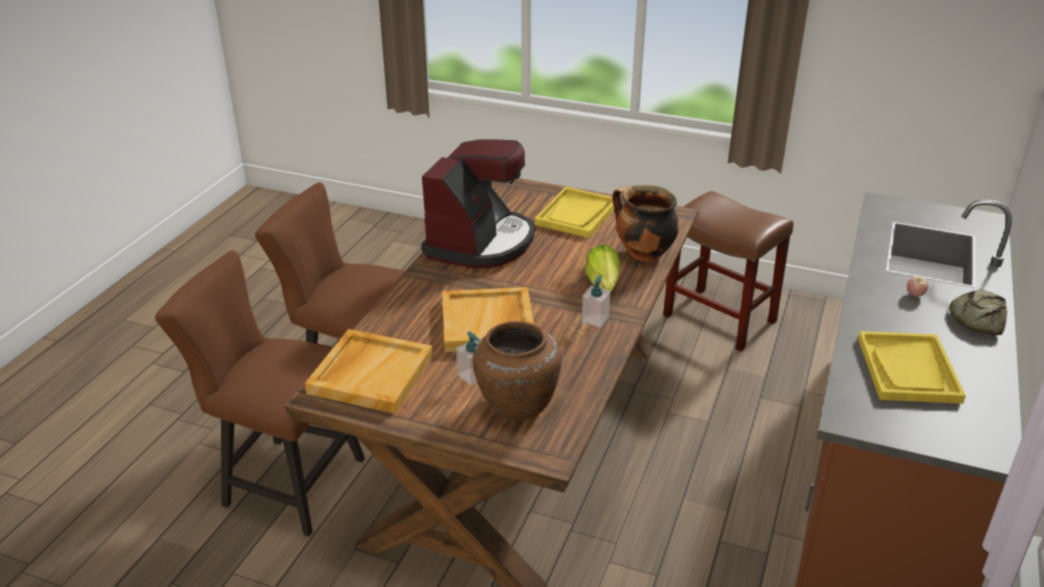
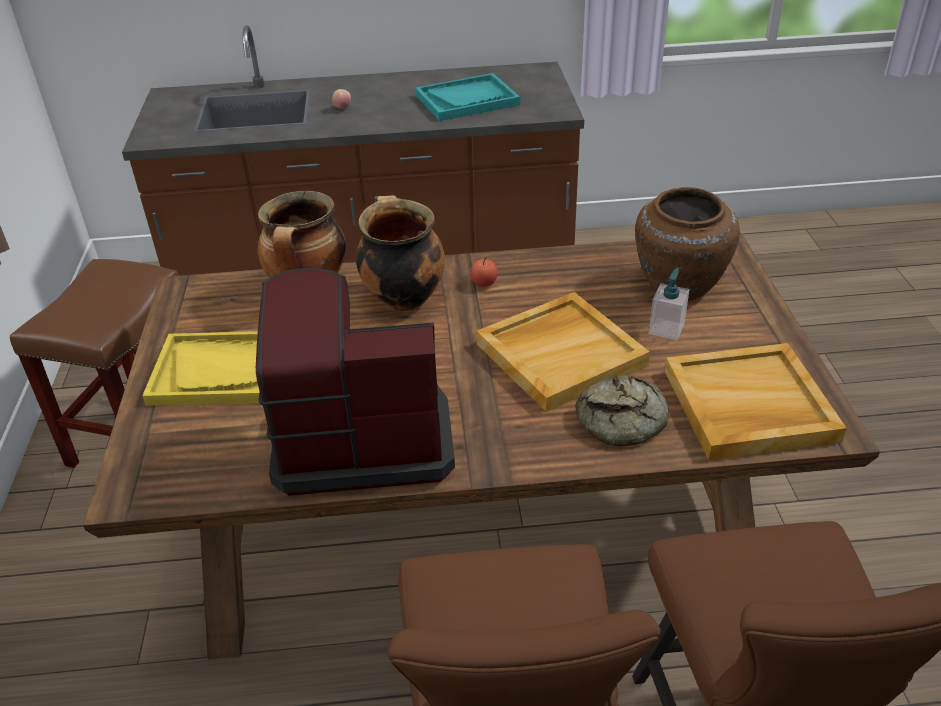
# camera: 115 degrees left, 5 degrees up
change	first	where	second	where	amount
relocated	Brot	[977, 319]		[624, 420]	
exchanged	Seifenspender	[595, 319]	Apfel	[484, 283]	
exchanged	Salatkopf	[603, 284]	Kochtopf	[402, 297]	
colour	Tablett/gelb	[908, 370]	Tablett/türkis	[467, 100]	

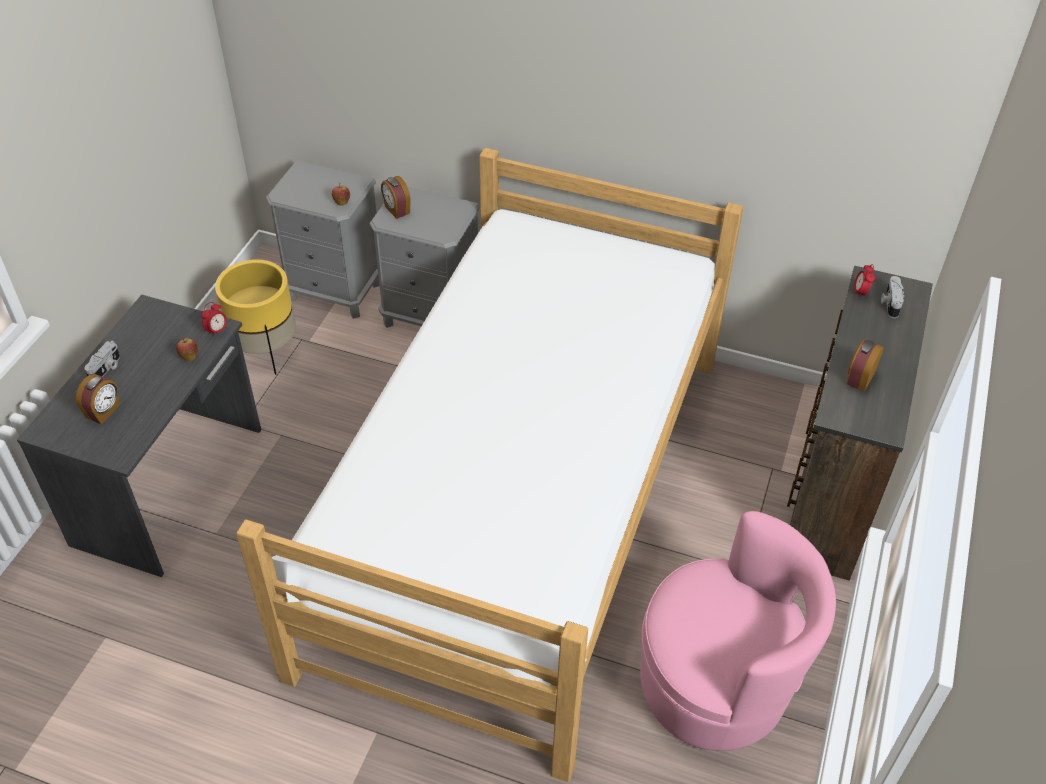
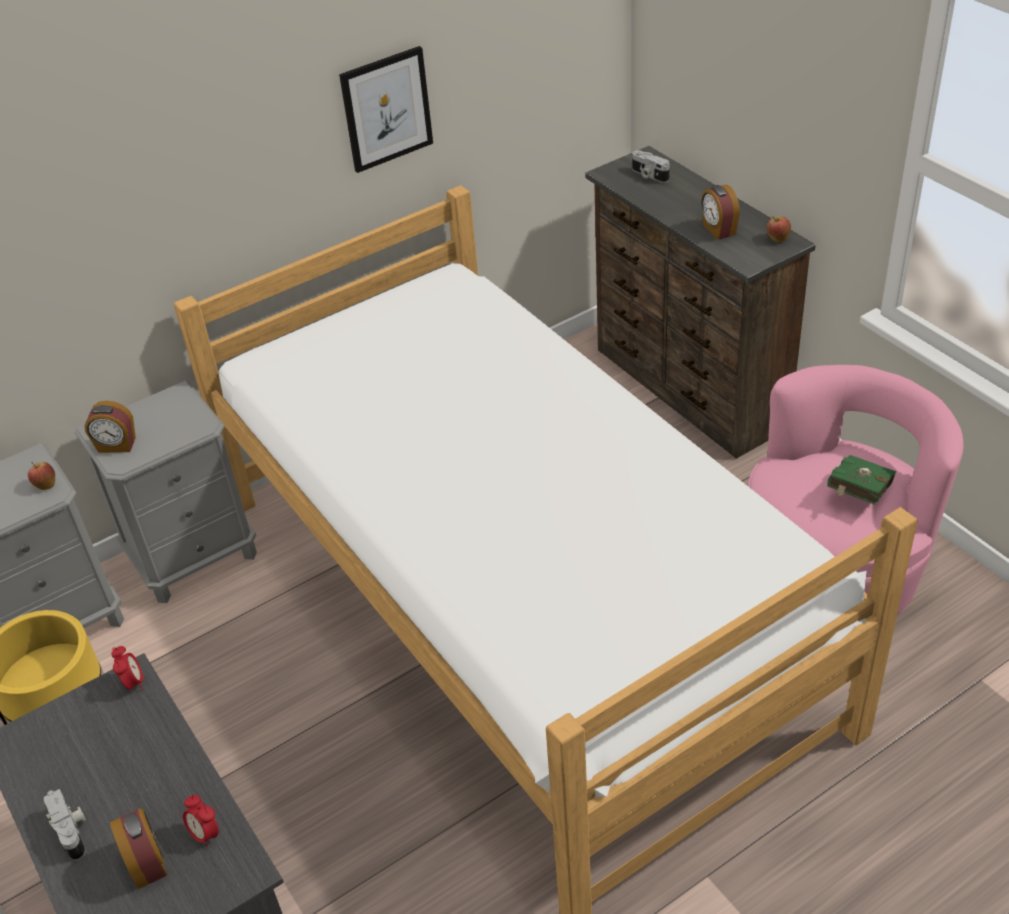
# camera: 50 degrees left, 5 degrees down
change	first	where	second	where	amount
appeared			Bild	[386, 109]	
appeared			Buch/grün	[856, 495]	
relocated	Apfel	[189, 356]		[777, 239]	
relocated	Wecker	[860, 292]		[205, 834]	

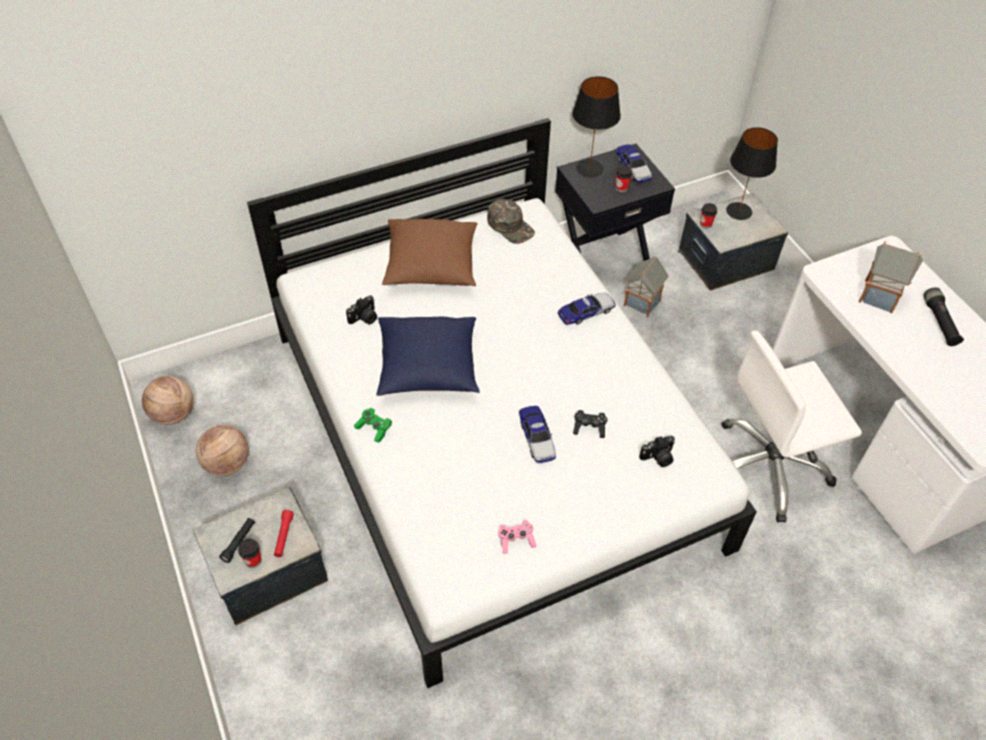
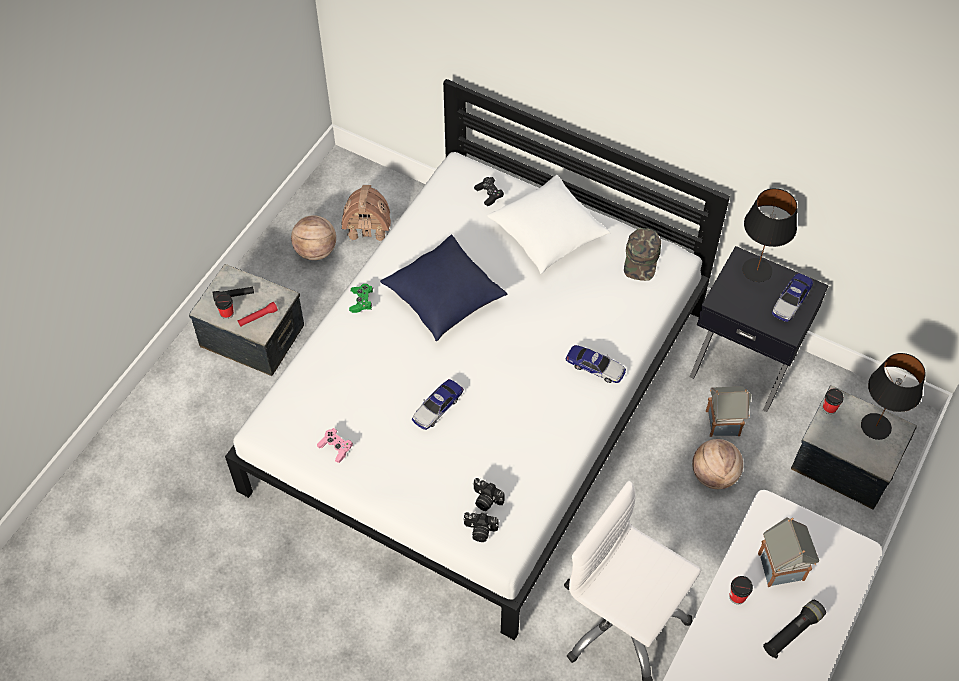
# camera: 55 degrees right, 5 degrees up
change	first	where	second	where	amount
appeared			Spielzeughaus	[368, 227]	
relocated	Basketball	[174, 414]		[714, 475]	
relocated	Kamera	[364, 318]		[479, 531]	
relocated	Gamepad/schwarz	[589, 428]		[489, 194]	
relocated	Tasse	[621, 188]		[737, 596]	
colour	Kissen/braun	[431, 266]	Kissen/weiß	[547, 235]	

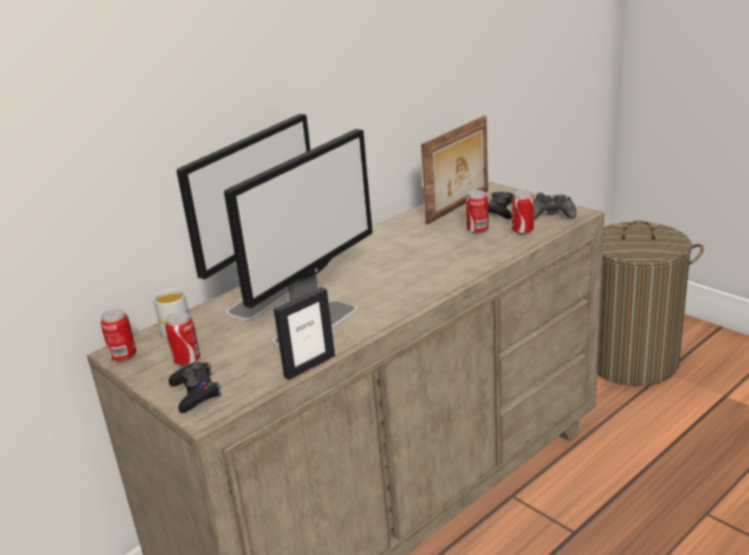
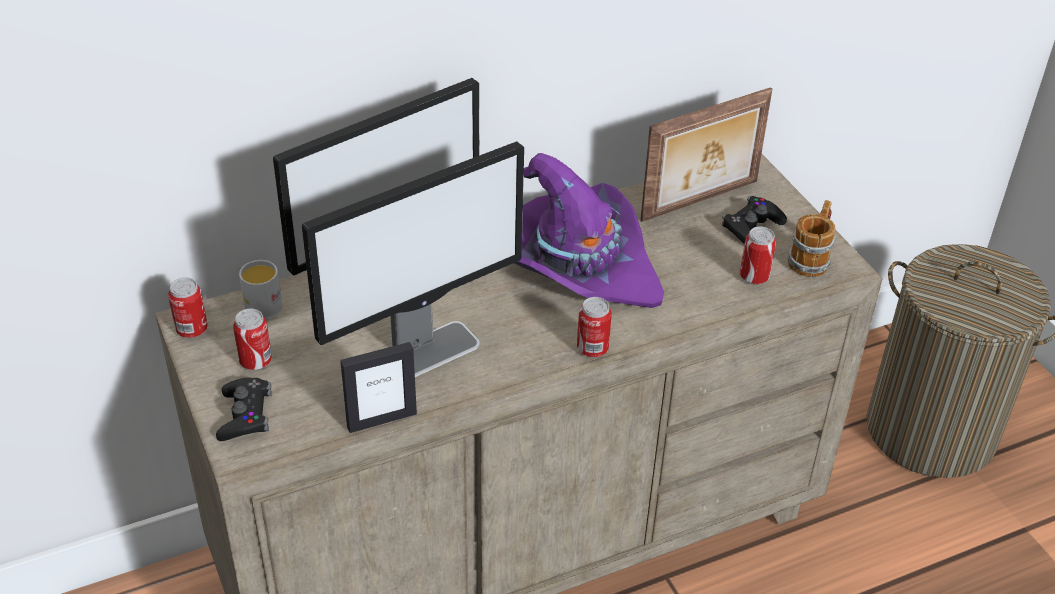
# camera: 15 degrees right, 15 degrees up
change	first	where	second	where	amount
appeared			Hut/lila	[579, 266]	
relocated	Dose	[477, 230]		[592, 349]	
exchanged	Gamepad/schwarz	[552, 214]	Henkelbecher	[811, 258]	

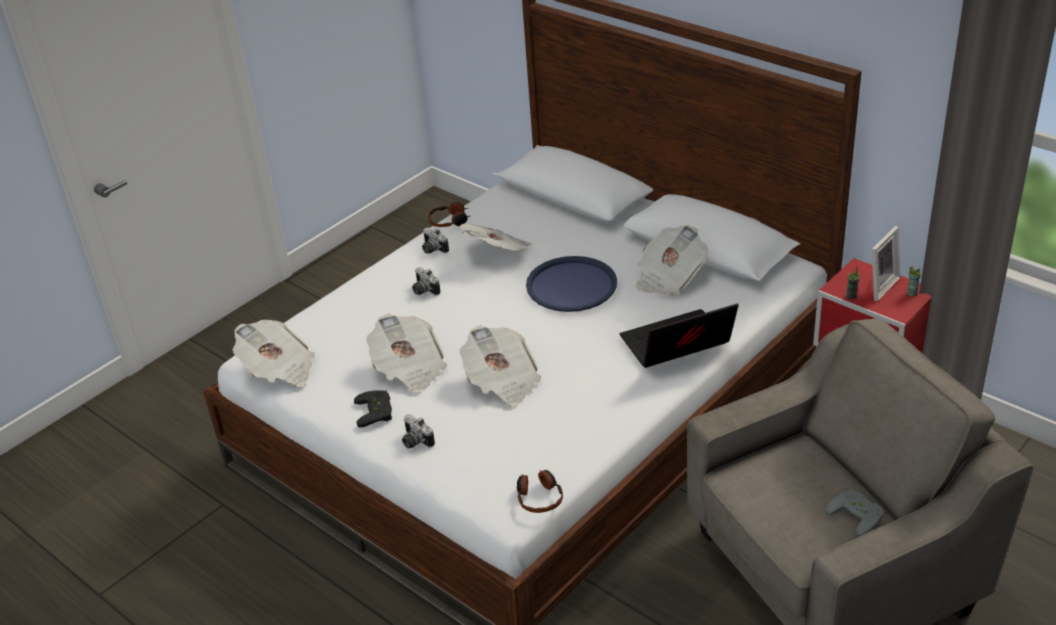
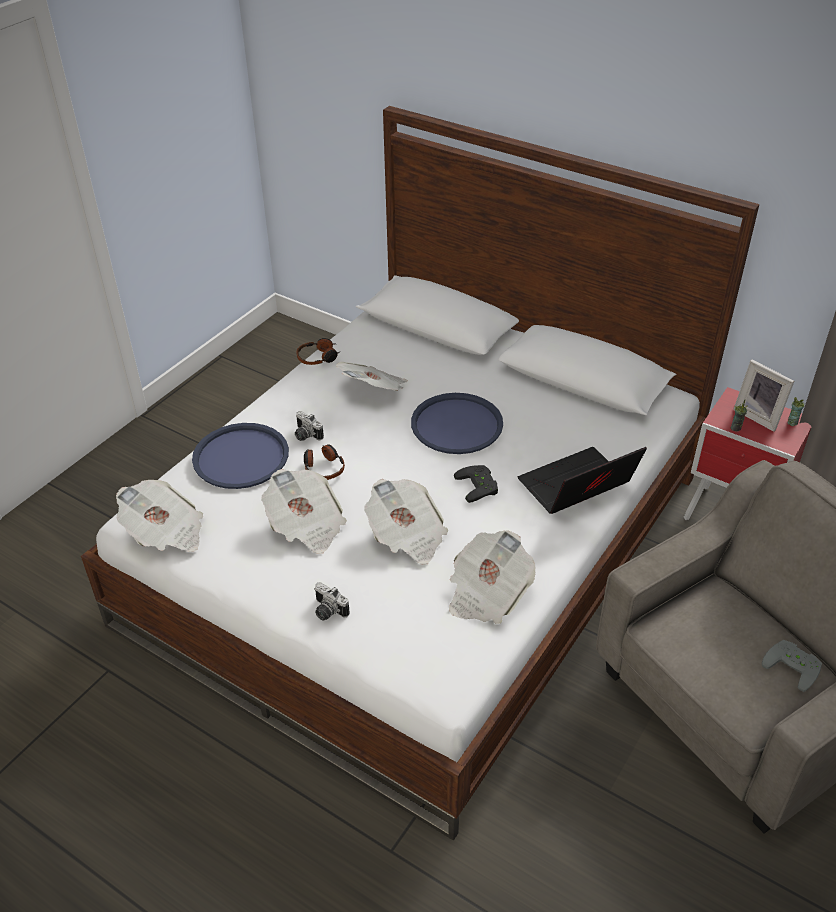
# camera: 10 degrees left, 5 degrees up
change	first	where	second	where	amount
missing	Kamera	[432, 249]			
appeared			Tablett/blau	[241, 457]	
relocated	Gamepad/schwarz	[377, 411]		[479, 485]	
relocated	Kopfhörer	[539, 497]		[323, 468]	
relocated	Zeitung	[669, 277]		[487, 593]	
spun	Bilderrahmen	[878, 286]		[759, 416]	105 degrees clockwise

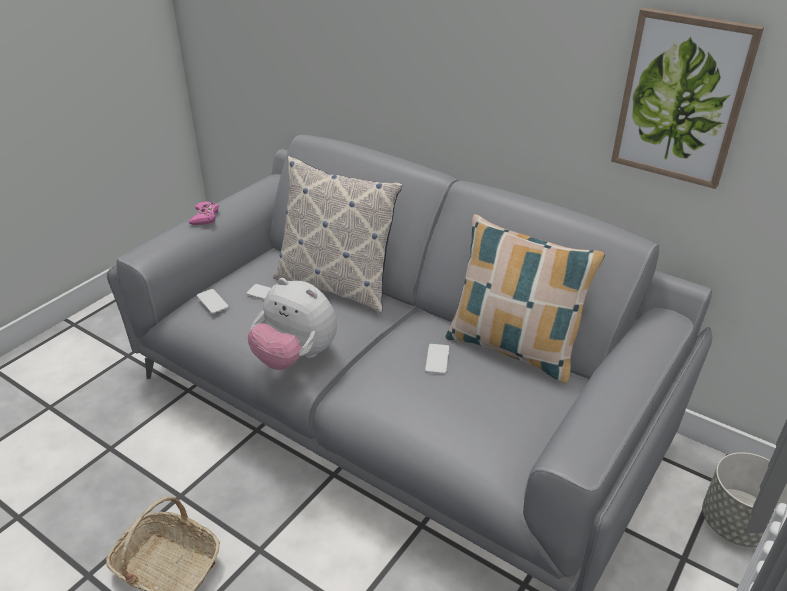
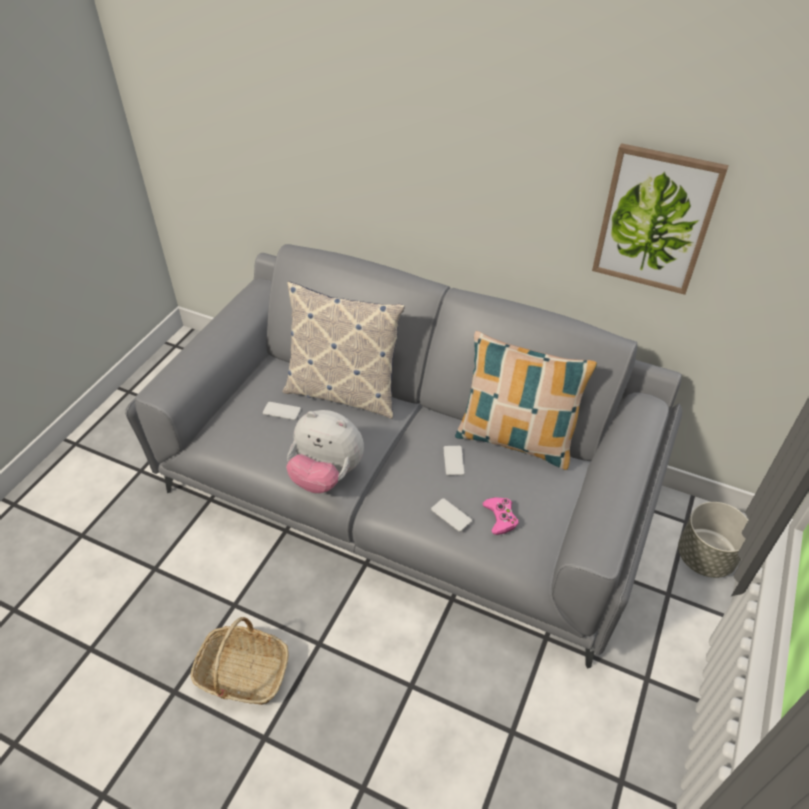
# camera: 10 degrees left, 10 degrees up
change	first	where	second	where	amount
relocated	Gamepad/rosa	[205, 217]		[500, 517]	
relocated	Handy	[212, 302]		[451, 515]	

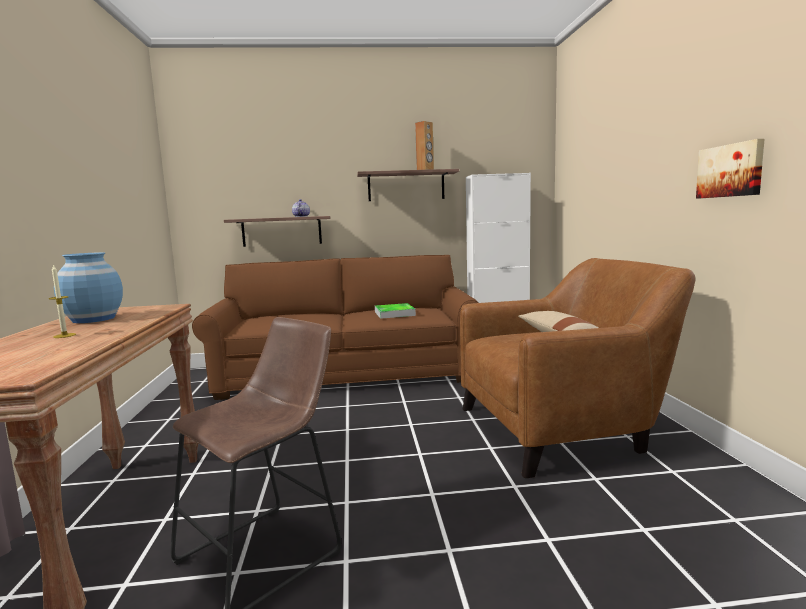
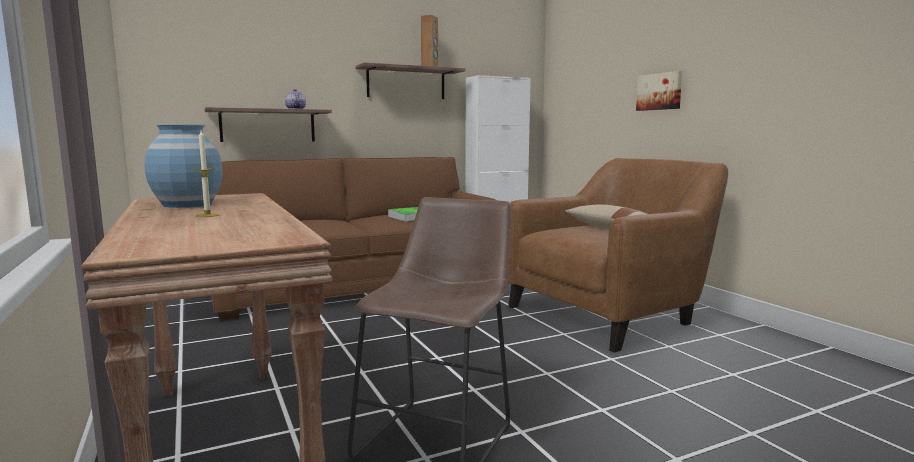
# camera: 20 degrees left, 0 degrees up
change	first	where	second	where	amount
relocated	Bild	[730, 171]		[660, 91]	

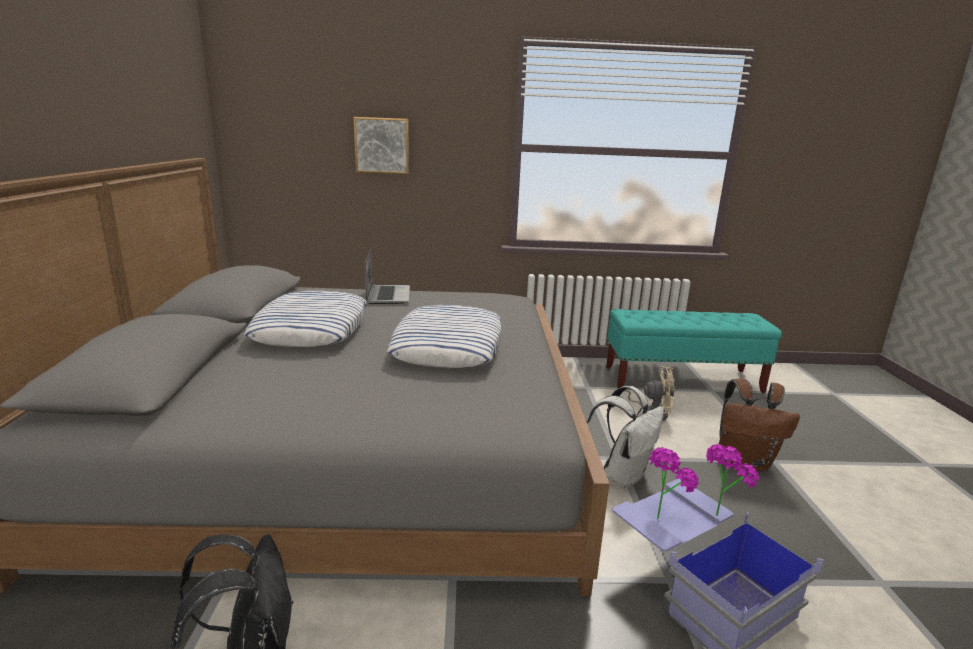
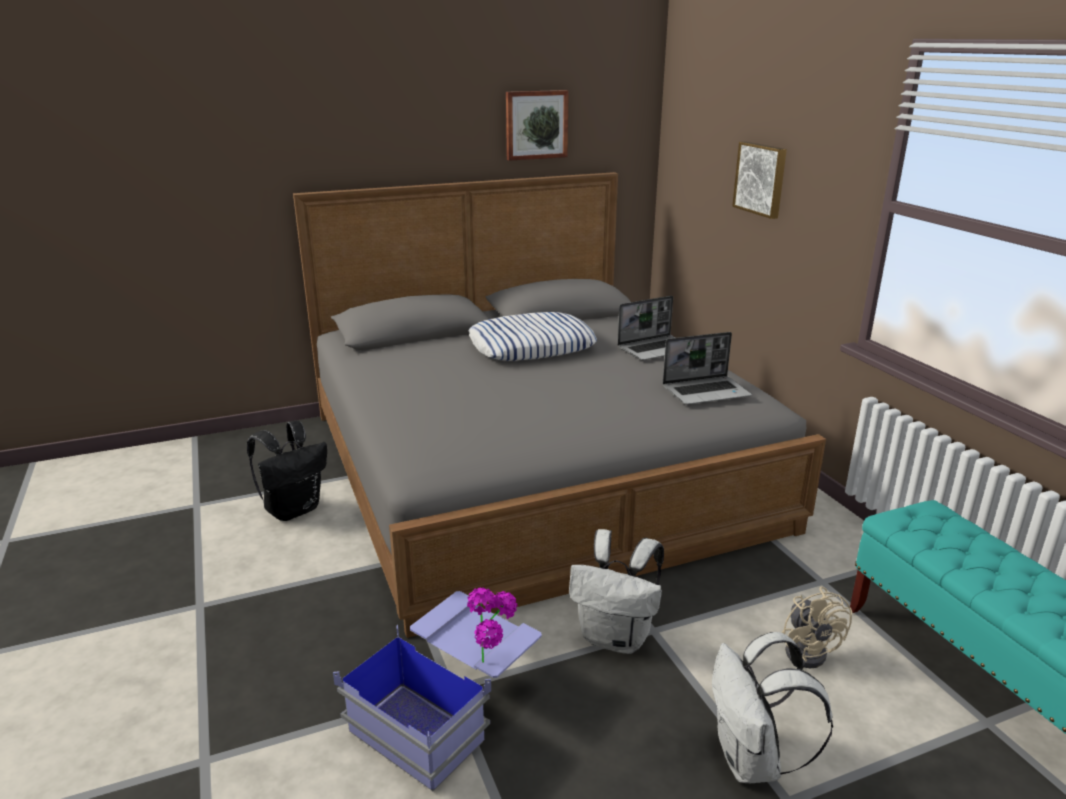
# camera: 70 degrees right, 5 degrees up
change	first	where	second	where	amount
missing	Kissen	[448, 346]			
missing	Topfpflanze	[662, 514]			
appeared			Bild	[536, 125]	
appeared			Laptop	[706, 392]	
colour	Rucksack/braun	[744, 462]	Rucksack/weiß	[752, 761]	

